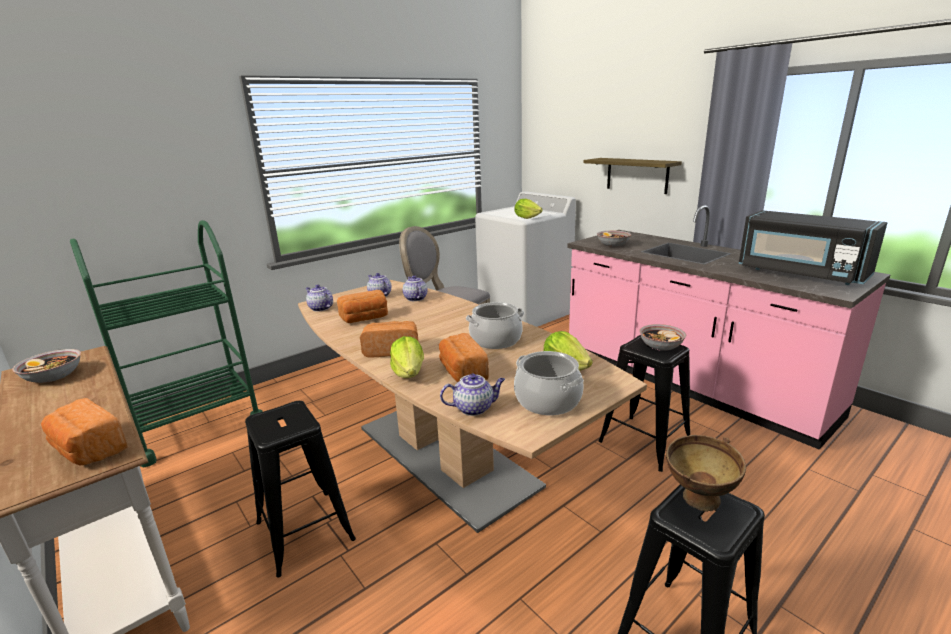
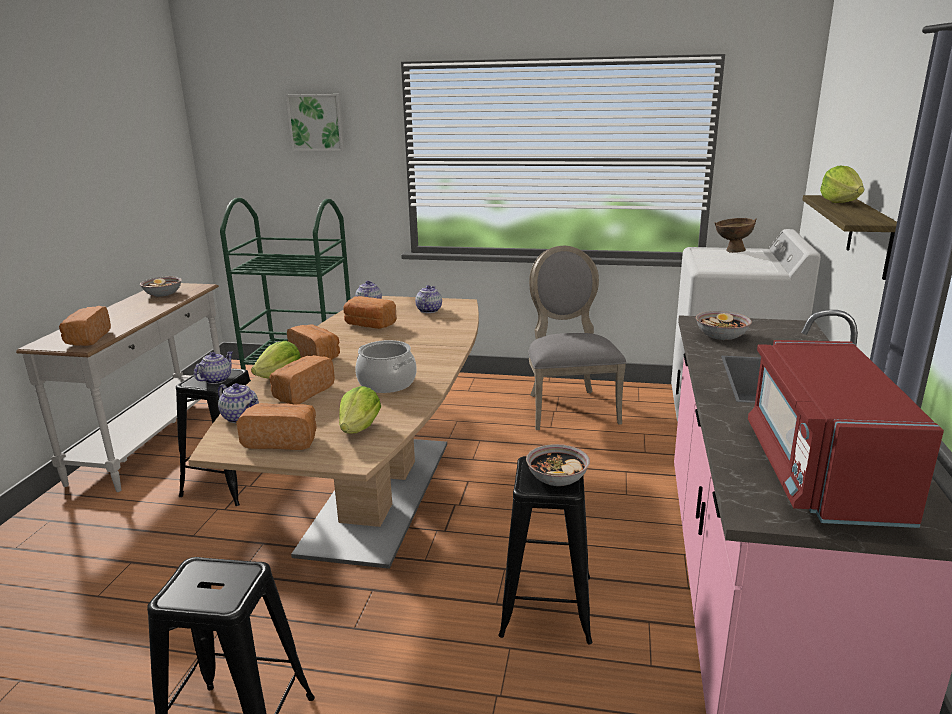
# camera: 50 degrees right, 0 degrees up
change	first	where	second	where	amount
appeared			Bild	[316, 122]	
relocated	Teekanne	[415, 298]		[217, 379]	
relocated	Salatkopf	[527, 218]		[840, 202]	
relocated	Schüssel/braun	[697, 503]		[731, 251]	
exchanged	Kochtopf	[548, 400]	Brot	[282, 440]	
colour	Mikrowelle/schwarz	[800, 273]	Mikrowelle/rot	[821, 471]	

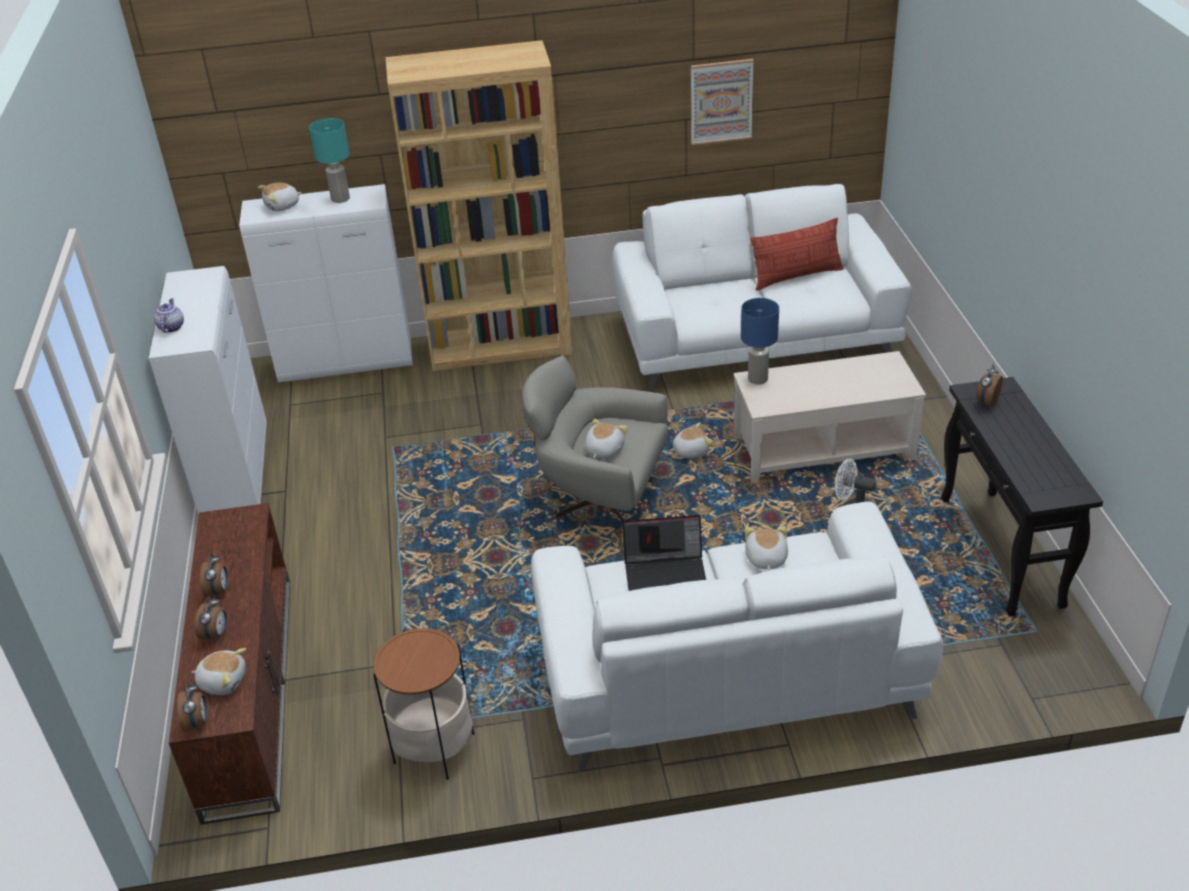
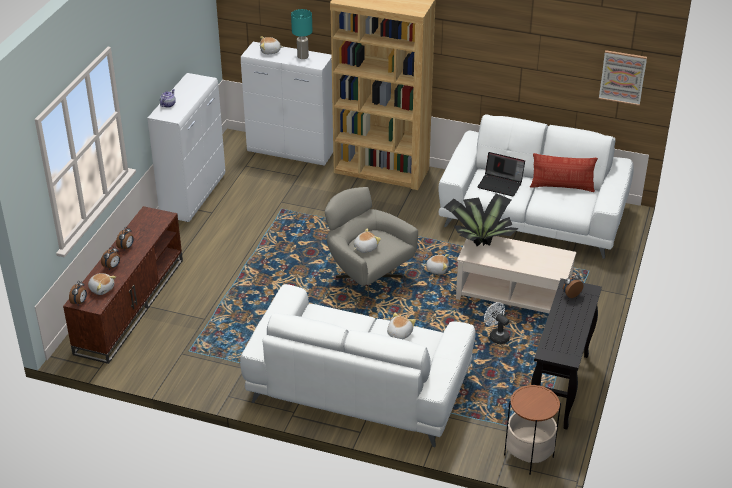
# camera: 25 degrees right, 0 degrees up
change	first	where	second	where	amount
relocated	Beistelltisch	[433, 748]		[528, 456]	
relocated	Laptop	[666, 575]		[501, 184]	
relocated	Bild	[721, 101]		[622, 77]	
exchanged	Tischlampe/blau	[758, 379]	Topfpflanze	[480, 239]	

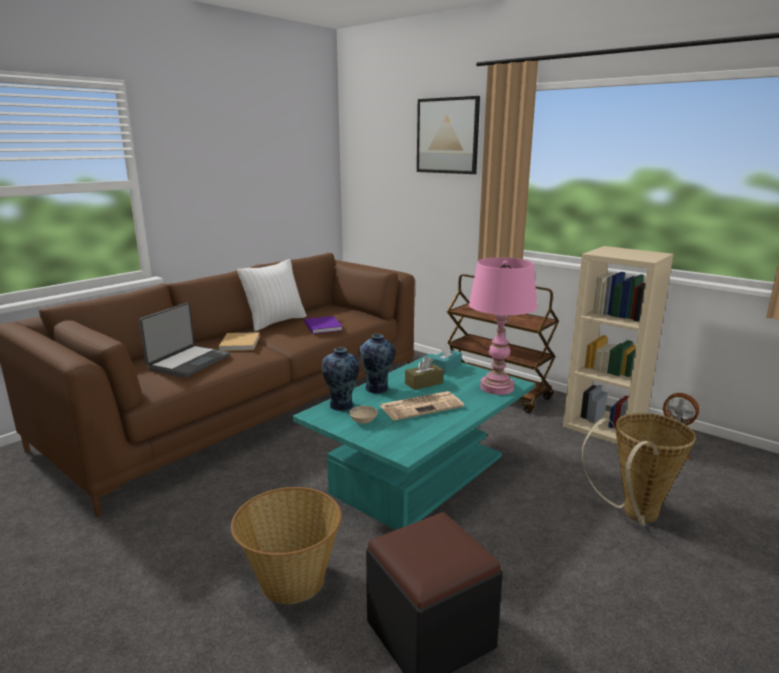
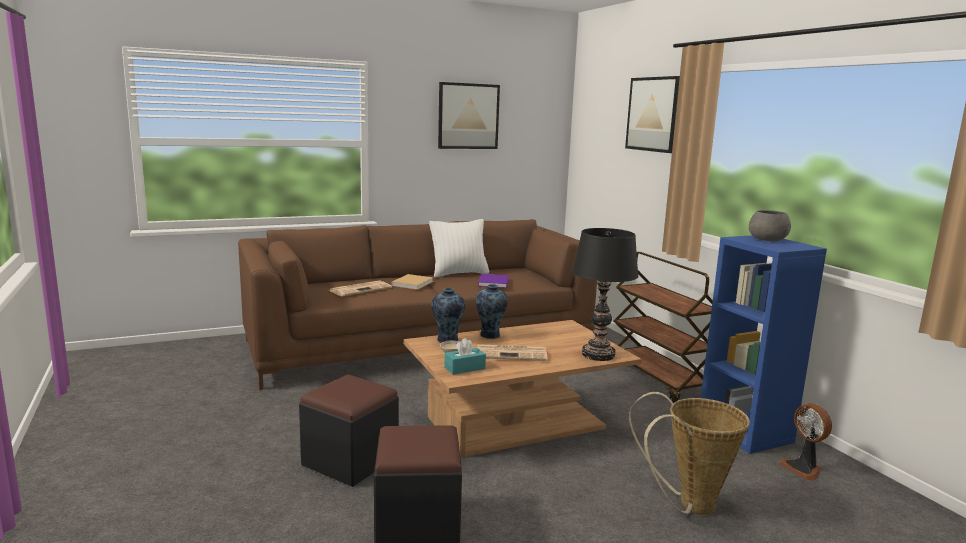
# camera: 25 degrees right, 5 degrees down
change	first	where	second	where	amount
missing	Taschentuchbox/braun	[424, 383]			
appeared			Bild	[468, 116]	
appeared			Schüssel/grau	[768, 239]	
relocated	Taschentuchbox/türkis	[446, 368]		[464, 368]	
exchanged	Laptop	[188, 362]	Zeitung	[361, 289]	
exchanged	Korb	[291, 580]	Polsterhocker/schwarz	[350, 461]	
colour	Couchtisch/türkis	[420, 474]	Couchtisch/braun	[516, 422]	
colour	Tischlampe/rosa	[497, 387]	Tischlampe/schwarz	[598, 355]	
colour	Bücherregal/beige	[605, 426]	Bücherregal/blau	[746, 432]	

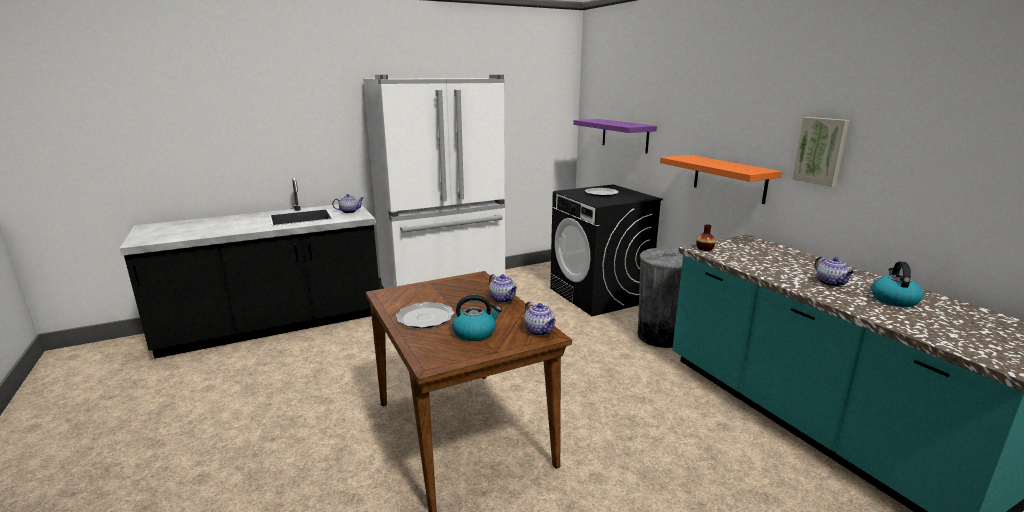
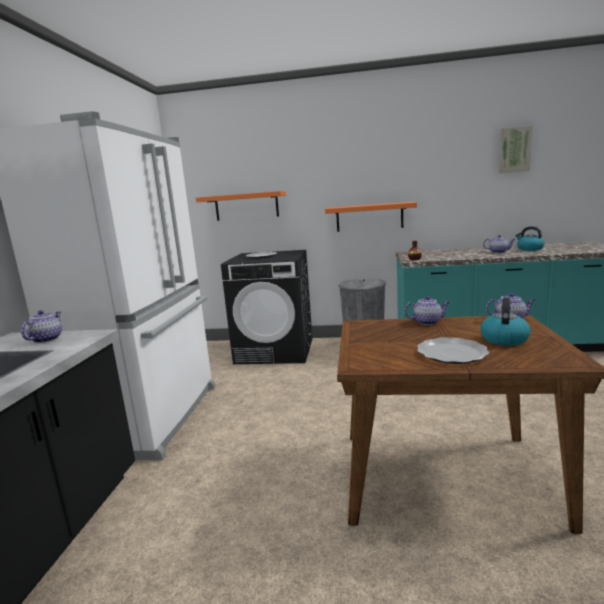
# camera: 55 degrees left, 5 degrees down
change	first	where	second	where	amount
relocated	Bild	[821, 151]		[514, 150]	
colour	Wandregal/lila	[625, 135]	Wandregal/orange	[246, 206]	

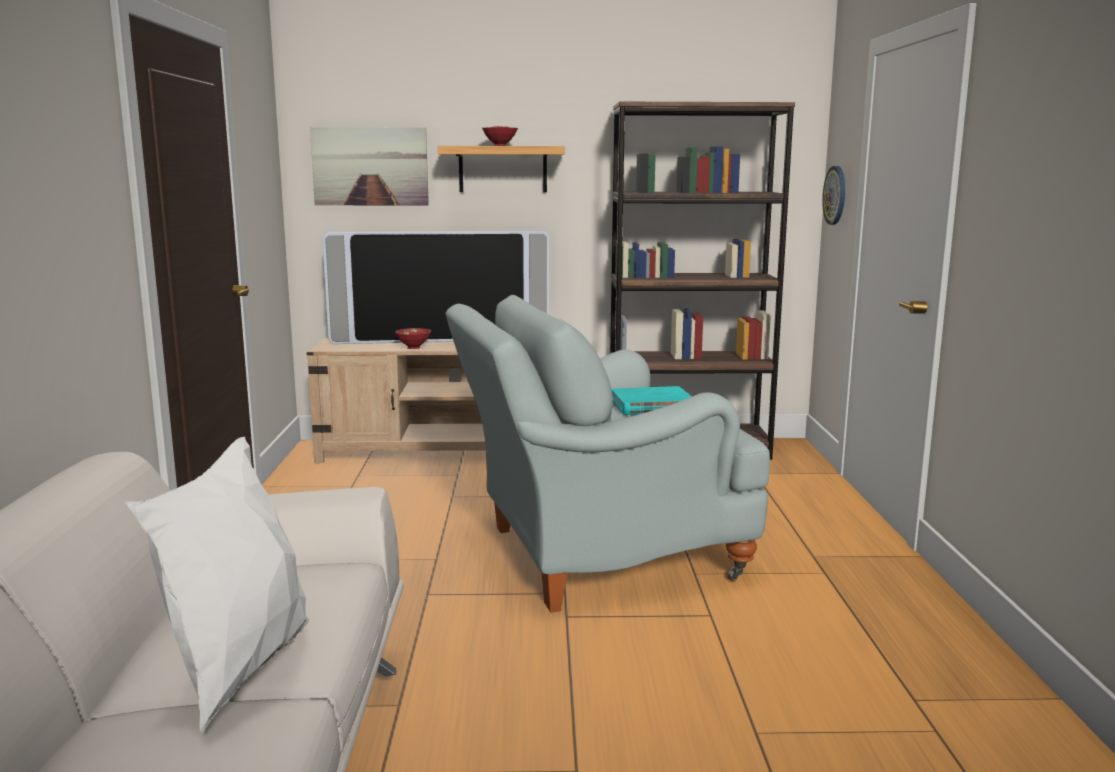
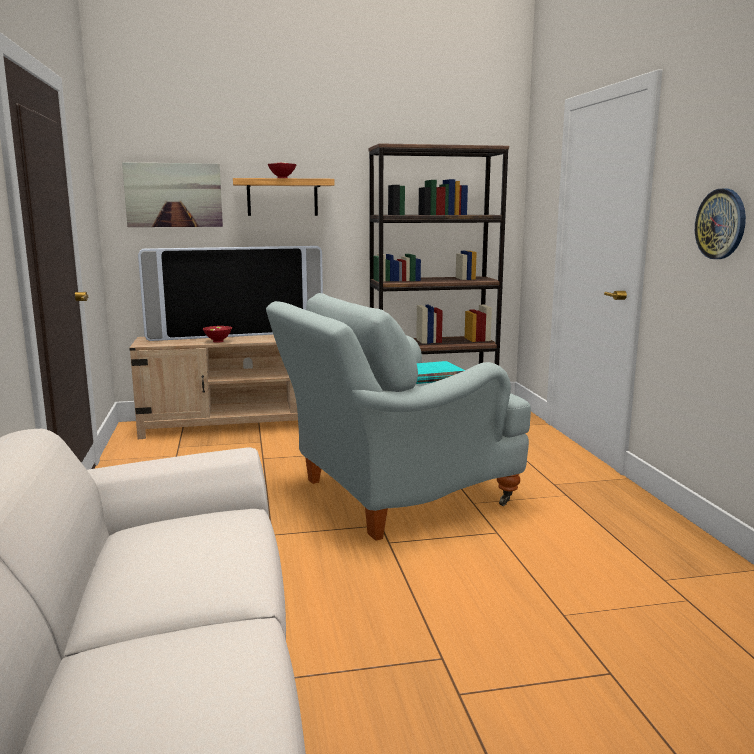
# camera: 10 degrees left, 0 degrees up
change	first	where	second	where	amount
missing	Kissen/weiß	[239, 669]			
relocated	Wanduhr	[835, 195]		[721, 224]	

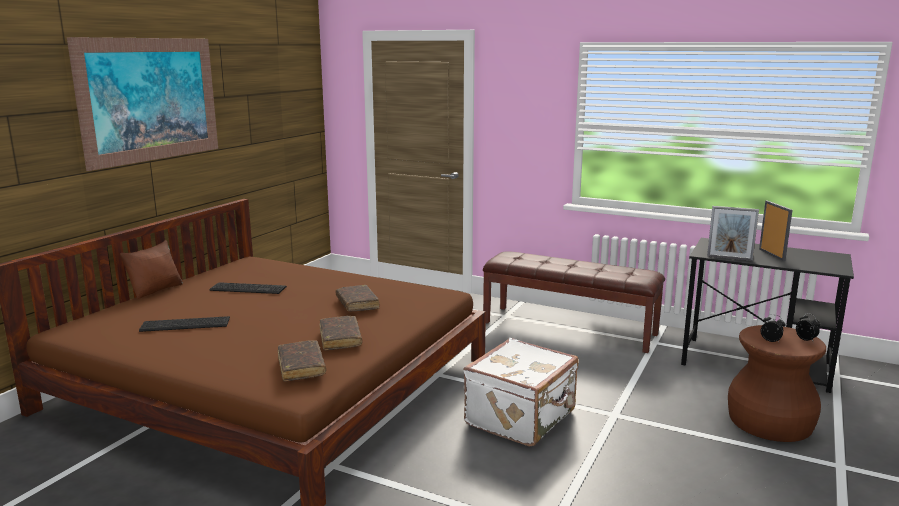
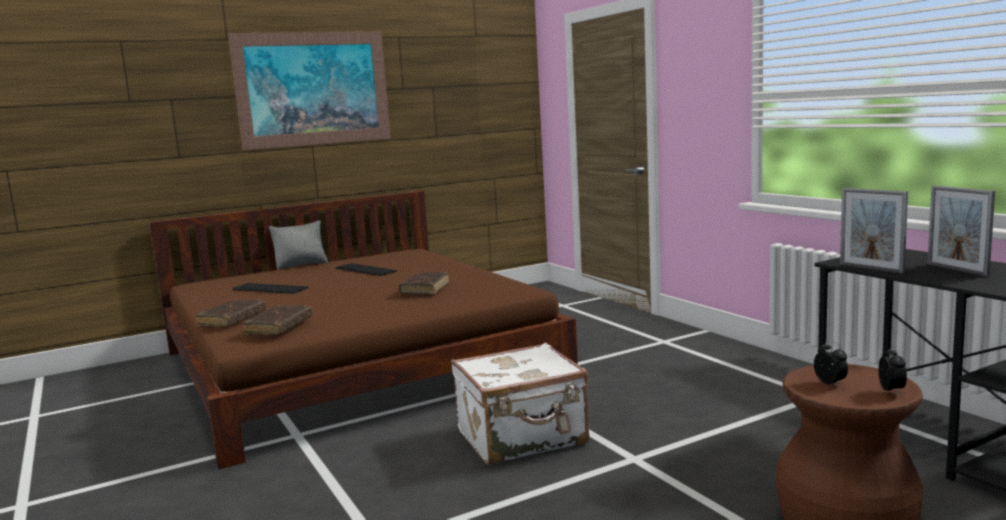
# camera: 35 degrees right, 5 degrees down
change	first	where	second	where	amount
missing	Bank/braun	[569, 328]			
relocated	Buch/braun	[340, 339]		[232, 320]	
colour	Kissen/braun	[156, 290]	Kissen/grau	[301, 265]	
spun	Bilderrahmen	[771, 254]		[957, 270]	135 degrees clockwise

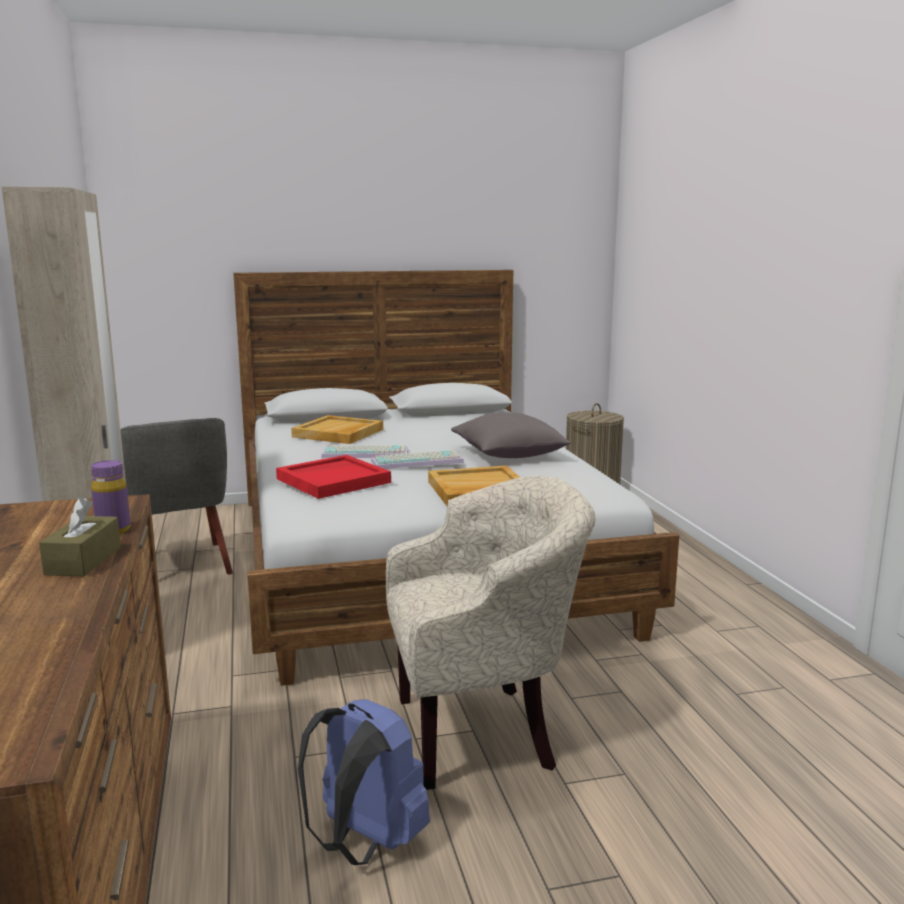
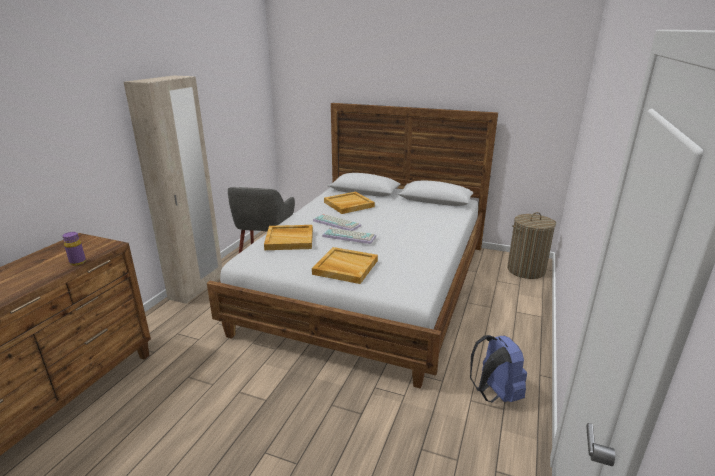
# camera: 35 degrees right, 10 degrees up
change	first	where	second	where	amount
missing	Taschentuchbox/braun	[83, 560]			
missing	Sessel/beige	[483, 732]			
missing	Kissen/grau	[509, 455]			
relocated	Rucksack/blau	[365, 842]		[494, 394]	
colour	Tablett/rot	[333, 480]	Tablett/beige	[290, 239]	

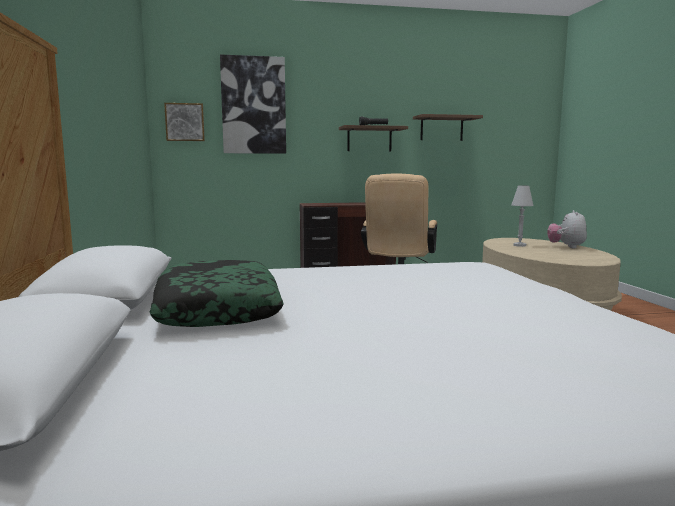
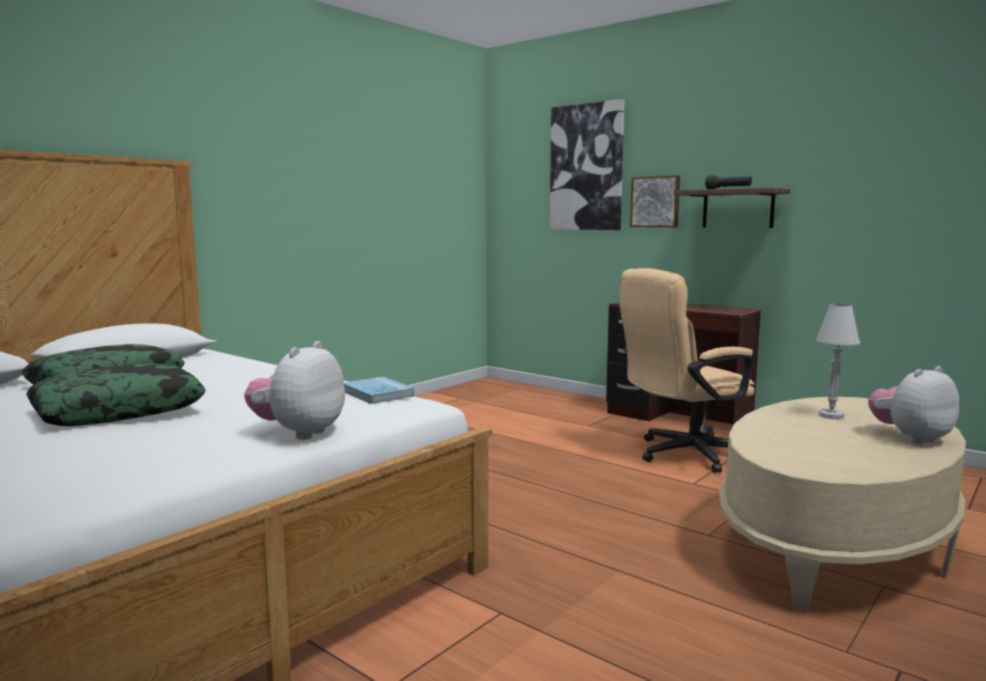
# camera: 50 degrees right, 0 degrees up
change	first	where	second	where	amount
missing	Wandregal	[441, 128]			
appeared			Kissen	[119, 411]	
appeared			Plüschtier	[299, 433]	
appeared			Buch/blau	[377, 393]	
relocated	Bild	[185, 122]		[655, 201]	

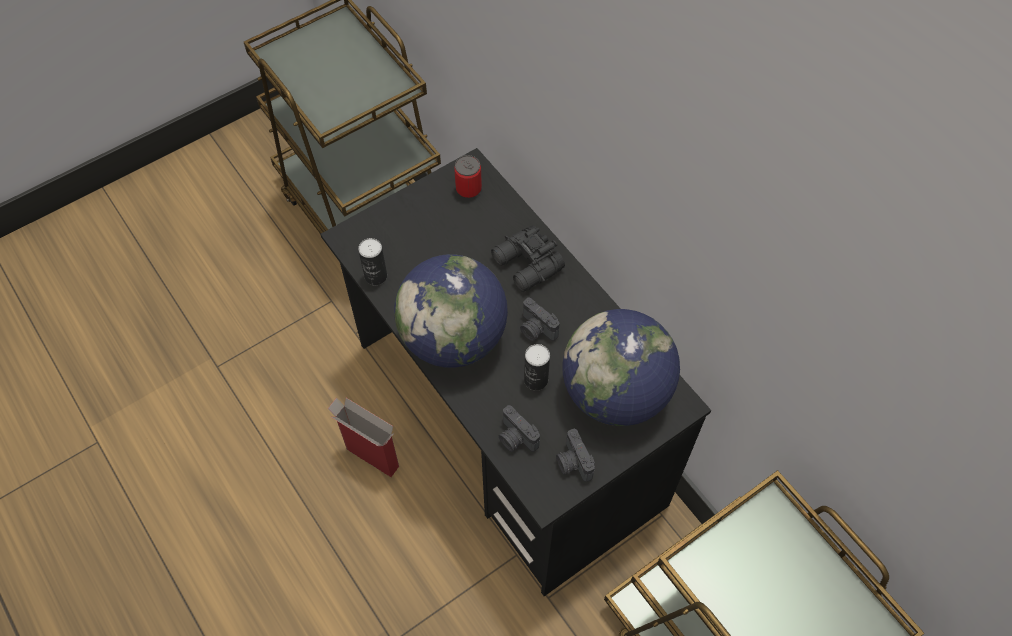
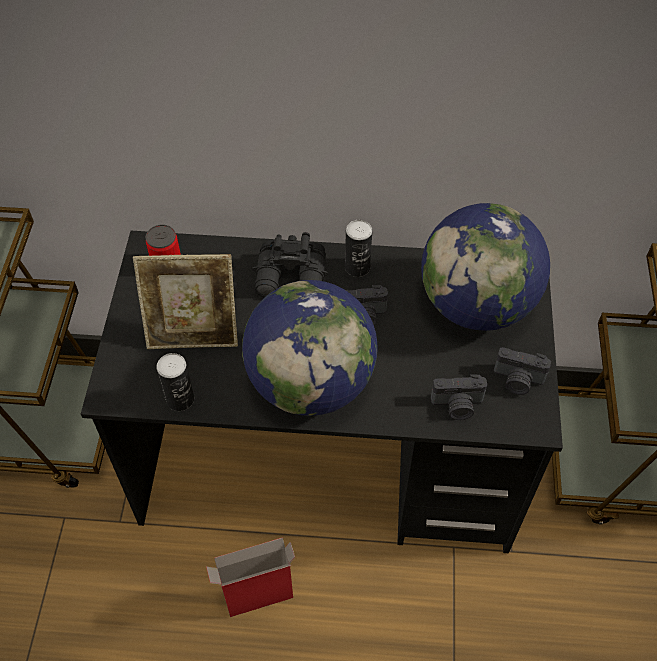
# camera: 50 degrees left, 5 degrees down
change	first	where	second	where	amount
appeared			Bilderrahmen	[194, 333]	
relocated	Dose	[536, 380]		[357, 267]	

